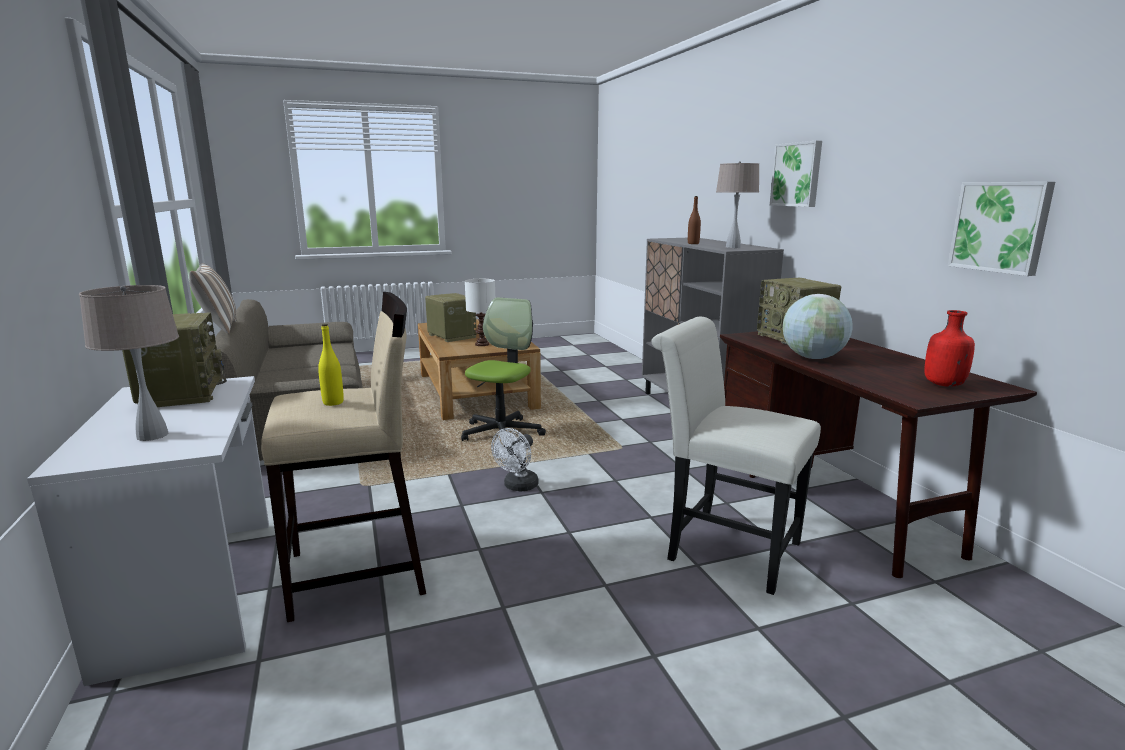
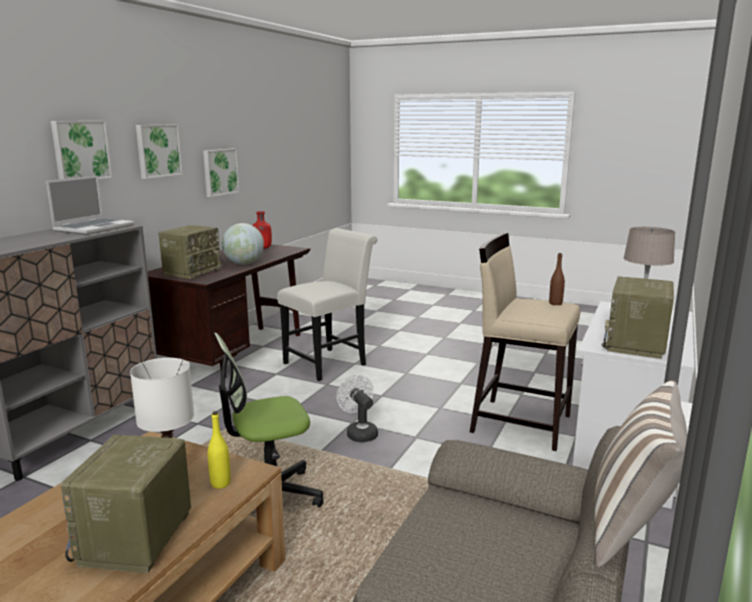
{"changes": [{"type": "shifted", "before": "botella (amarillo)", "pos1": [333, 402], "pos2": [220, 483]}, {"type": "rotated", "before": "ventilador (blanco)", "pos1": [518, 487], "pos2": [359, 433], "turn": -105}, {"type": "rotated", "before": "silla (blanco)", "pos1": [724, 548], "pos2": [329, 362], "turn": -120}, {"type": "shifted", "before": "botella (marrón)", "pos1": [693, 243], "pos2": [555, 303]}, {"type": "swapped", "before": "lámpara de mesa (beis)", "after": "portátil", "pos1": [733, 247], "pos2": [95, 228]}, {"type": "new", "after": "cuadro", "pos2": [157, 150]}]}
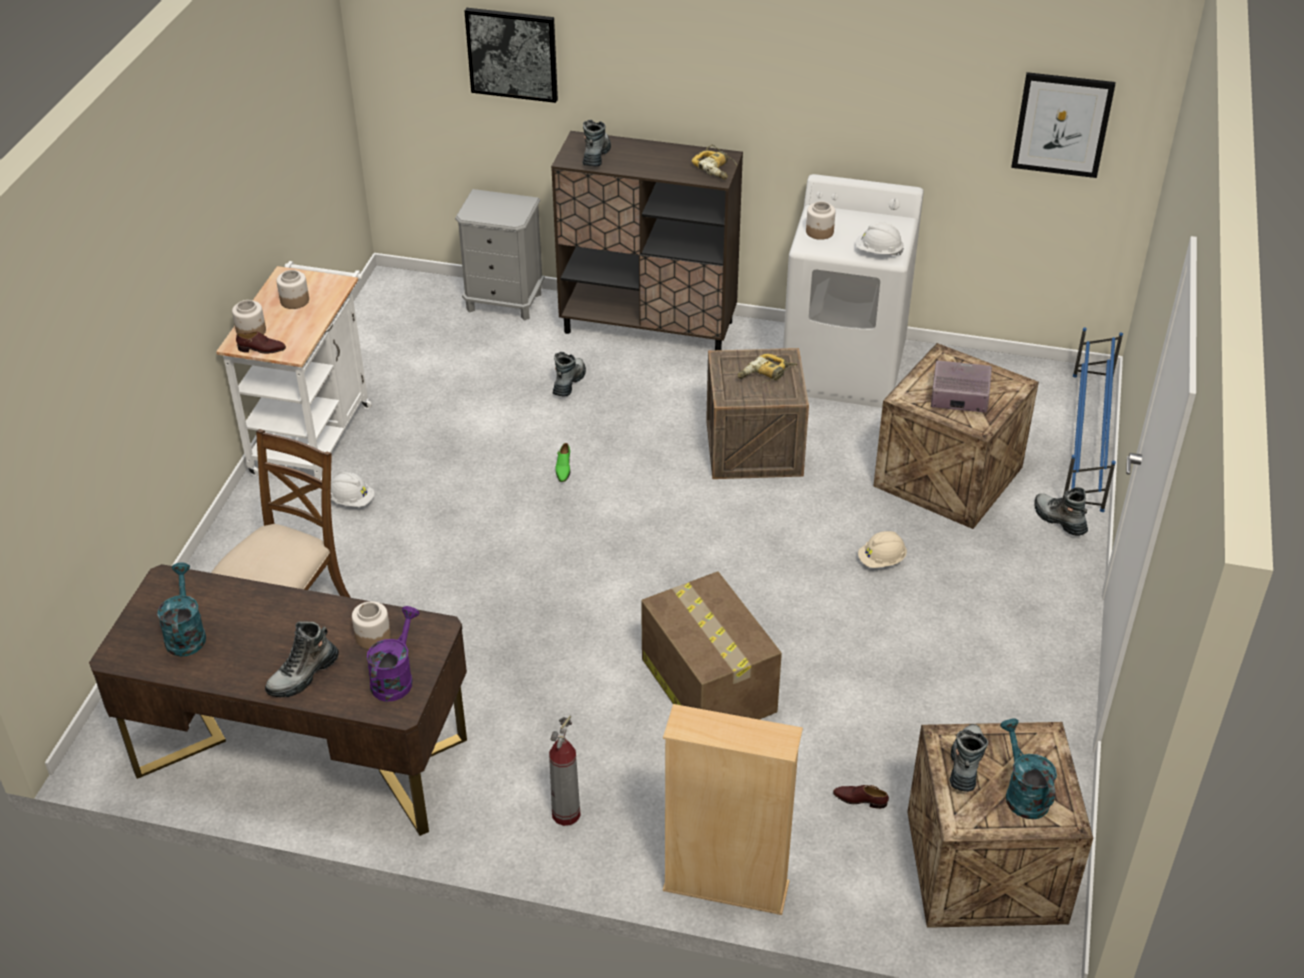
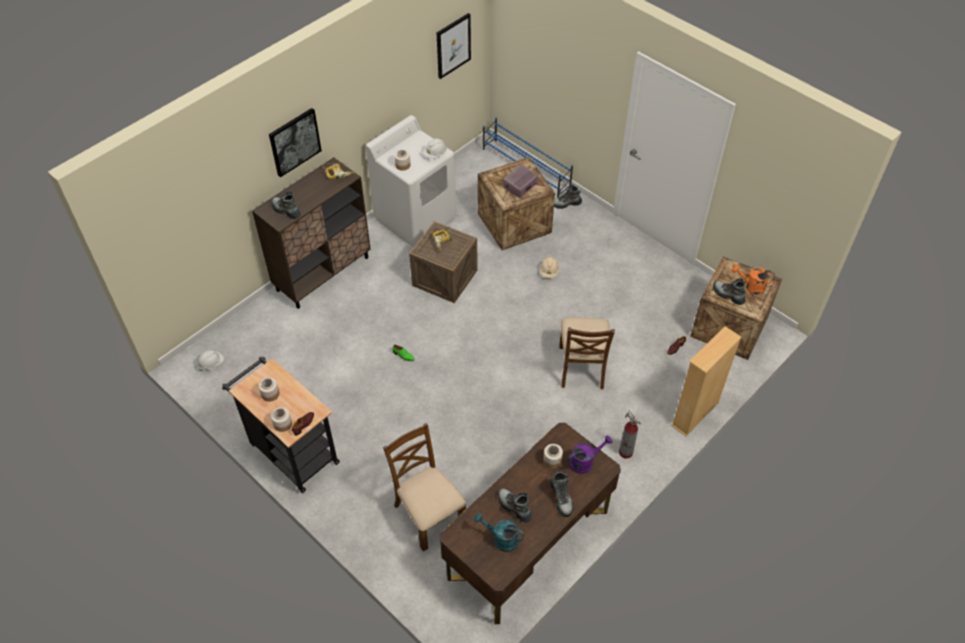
{"changes": [{"type": "repainted", "before": "carrito (blanco)", "after": "carrito (negro)", "pos1": [314, 433], "pos2": [290, 451]}, {"type": "shifted", "before": "casco (blanco)", "pos1": [351, 500], "pos2": [211, 364]}, {"type": "rotated", "before": "regadera (morado)", "pos1": [395, 678], "pos2": [585, 462], "turn": 105}, {"type": "gone", "before": "mesita de noche (gris)", "pos1": [504, 301]}, {"type": "shifted", "before": "cuadro", "pos1": [512, 54], "pos2": [294, 141]}, {"type": "shifted", "before": "bota", "pos1": [569, 382], "pos2": [514, 507]}, {"type": "swapped", "before": "caja de cartón", "after": "silla (marrón)", "pos1": [707, 684], "pos2": [582, 367]}, {"type": "repainted", "before": "regadera (turquesa)", "after": "regadera (naranja)", "pos1": [1022, 793], "pos2": [751, 286]}]}
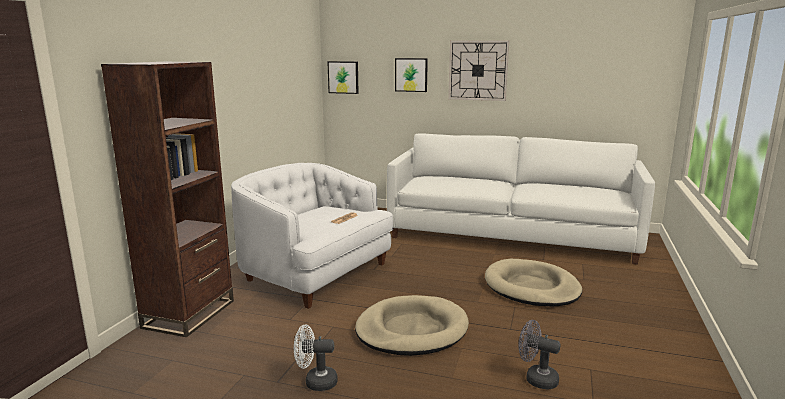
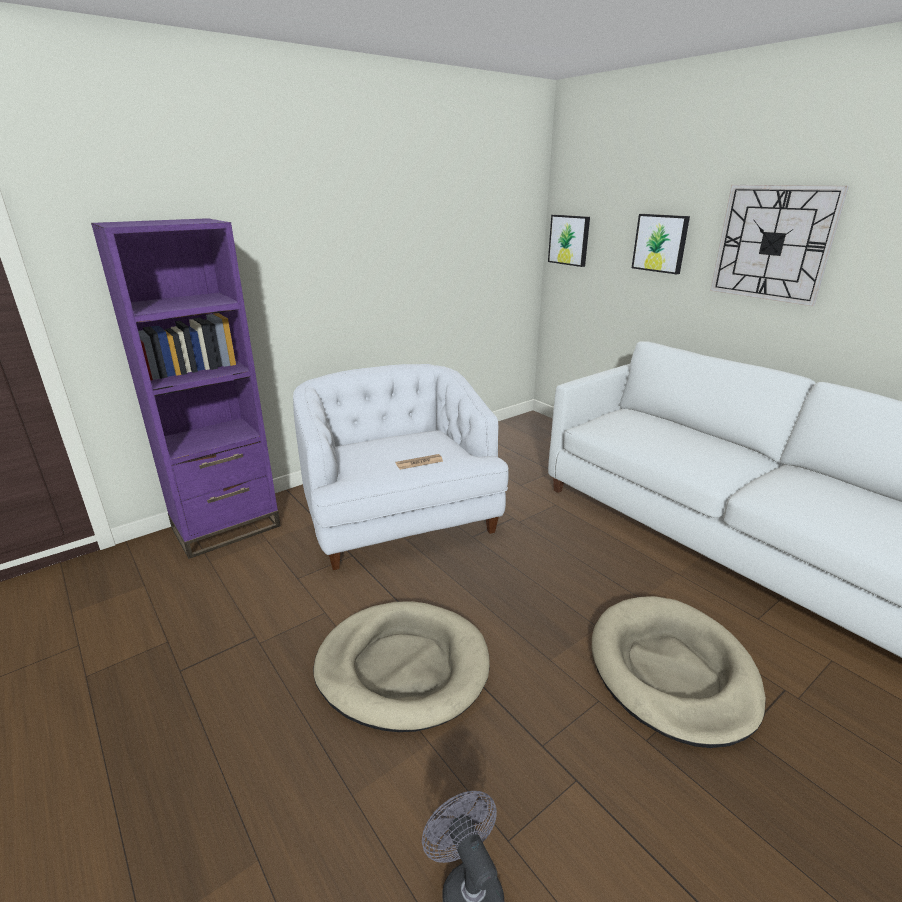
{"changes": [{"type": "repainted", "before": "estantería (marrón)", "after": "estantería (morado)", "pos1": [189, 314], "pos2": [226, 527]}, {"type": "gone", "before": "ventilador (blanco)", "pos1": [315, 382]}]}
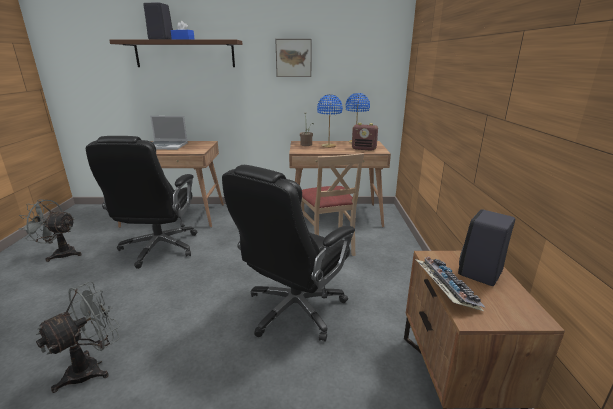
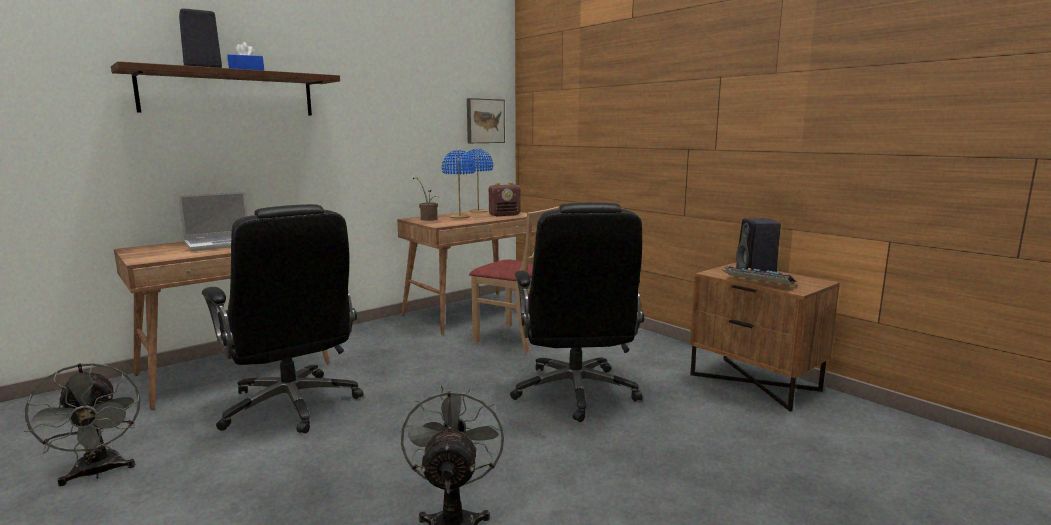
{"changes": [{"type": "rotated", "before": "ventilador (gris)", "pos1": [60, 254], "pos2": [98, 473], "turn": -90}, {"type": "shifted", "before": "cuadro", "pos1": [293, 58], "pos2": [484, 121]}]}
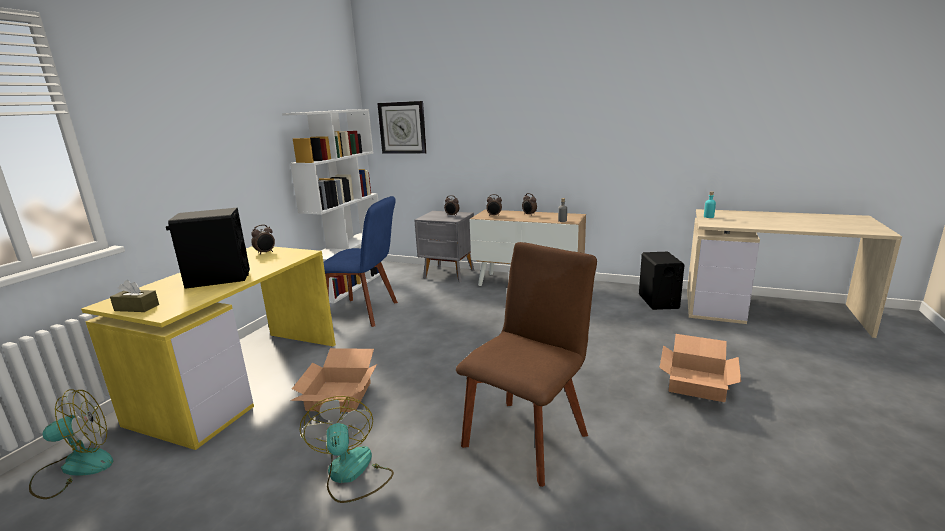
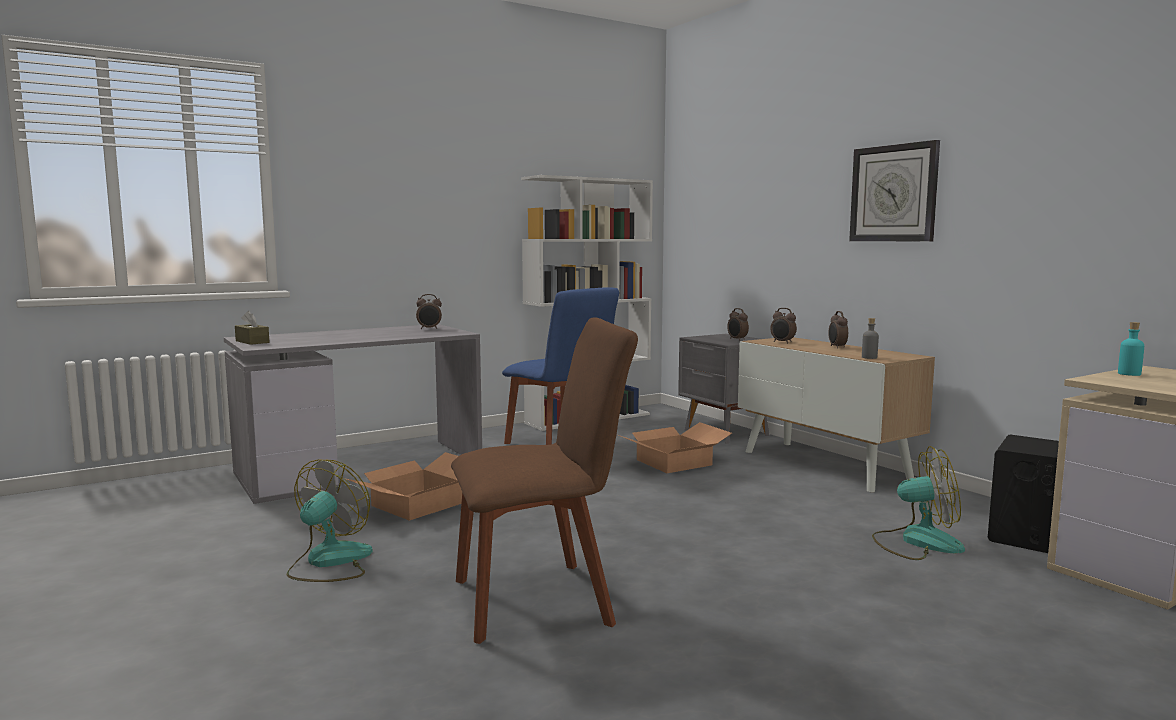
{"changes": [{"type": "shifted", "before": "ventilador", "pos1": [74, 468], "pos2": [917, 542]}, {"type": "repainted", "before": "escritorio (amarillo)", "after": "escritorio (gris)", "pos1": [242, 380], "pos2": [361, 468]}, {"type": "gone", "before": "altavoz (negro)", "pos1": [218, 279]}, {"type": "shifted", "before": "reloj de pared", "pos1": [402, 128], "pos2": [894, 193]}, {"type": "shifted", "before": "caja de cartón", "pos1": [695, 382], "pos2": [674, 462]}]}
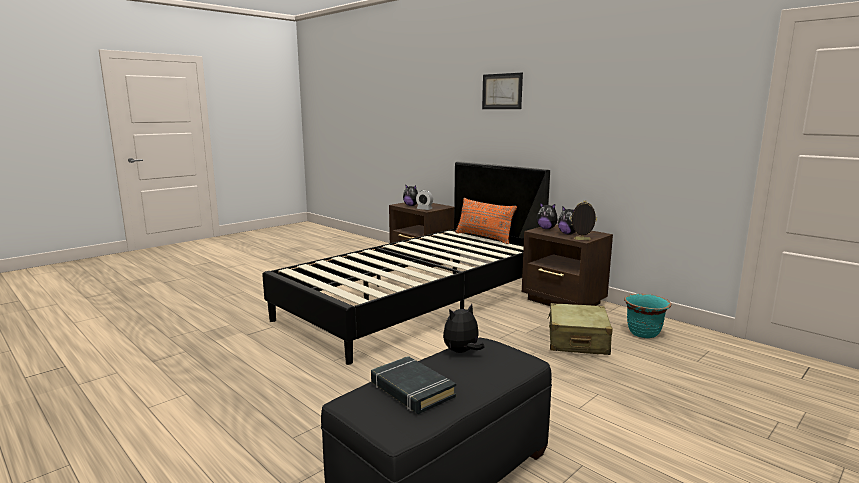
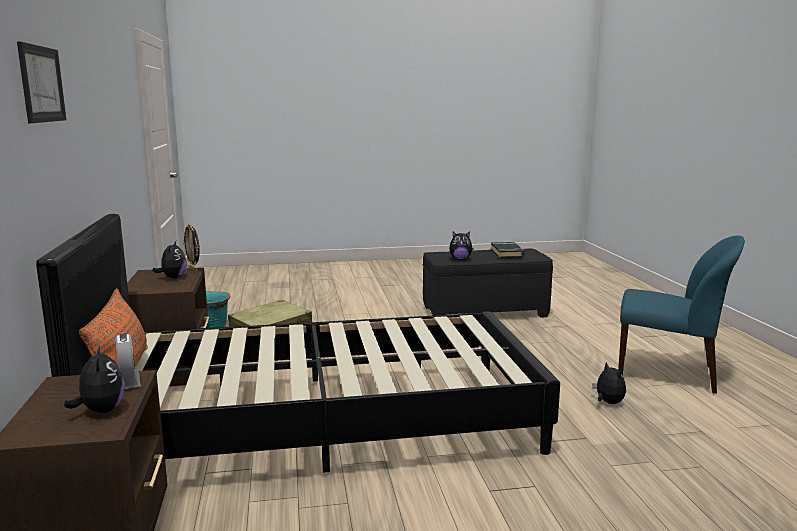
{"changes": [{"type": "shifted", "before": "peluche", "pos1": [546, 229], "pos2": [608, 402]}, {"type": "new", "after": "silla (azul)", "pos2": [668, 373]}]}
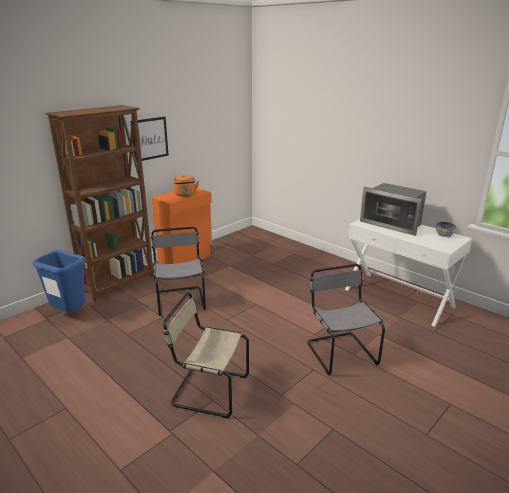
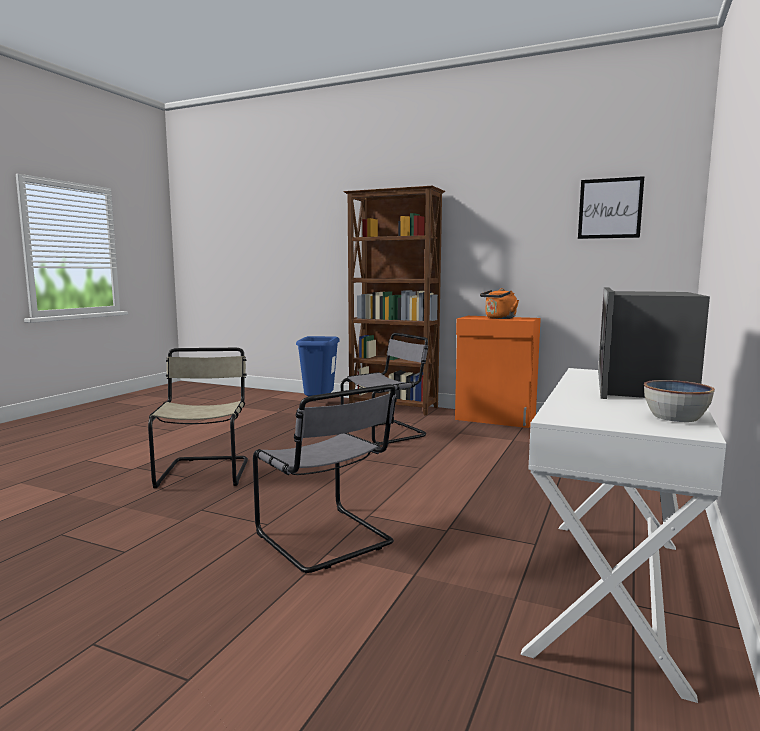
{"changes": [{"type": "shifted", "before": "cuadro", "pos1": [150, 138], "pos2": [610, 208]}, {"type": "rotated", "before": "silla (gris)", "pos1": [340, 352], "pos2": [327, 540], "turn": 90}]}
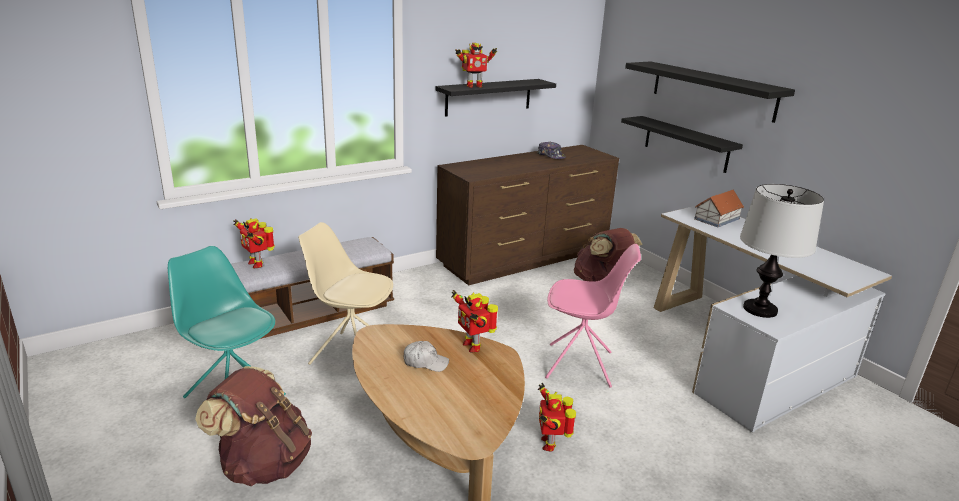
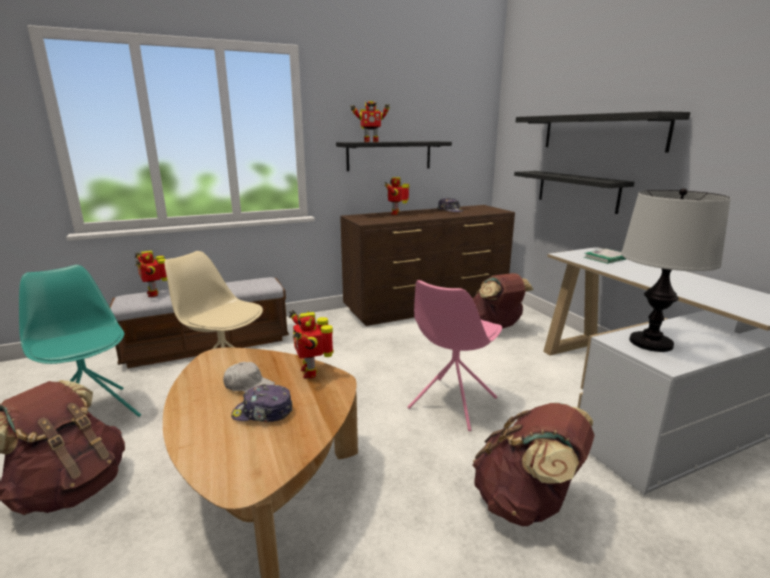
{"changes": [{"type": "shifted", "before": "robot de juguete", "pos1": [550, 443], "pos2": [396, 213]}, {"type": "rotated", "before": "silla (rosa)", "pos1": [581, 365], "pos2": [451, 404], "turn": 105}, {"type": "swapped", "before": "casita", "after": "libro", "pos1": [716, 219], "pos2": [606, 258]}, {"type": "new", "after": "gorra", "pos2": [263, 413]}, {"type": "new", "after": "mochila (marrón)", "pos2": [526, 503]}]}
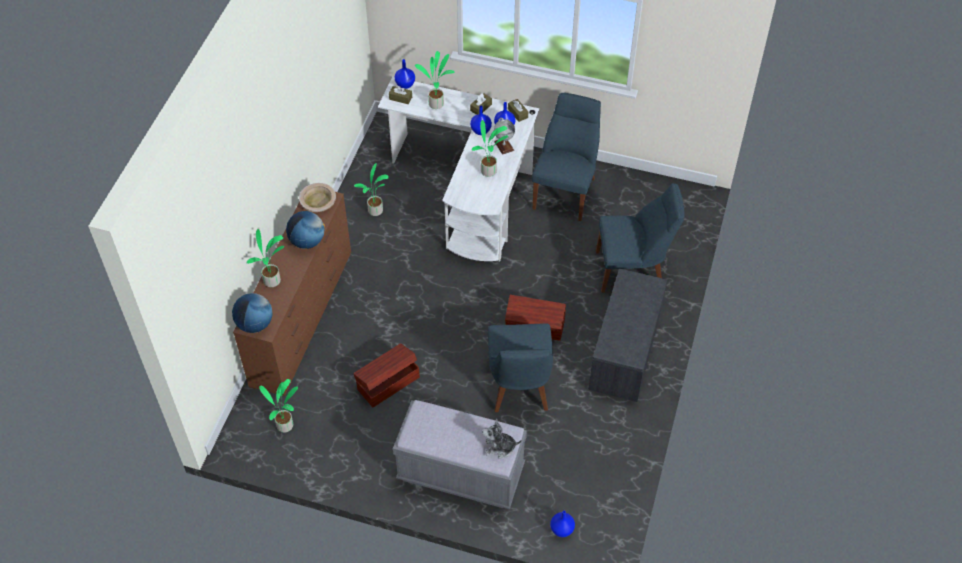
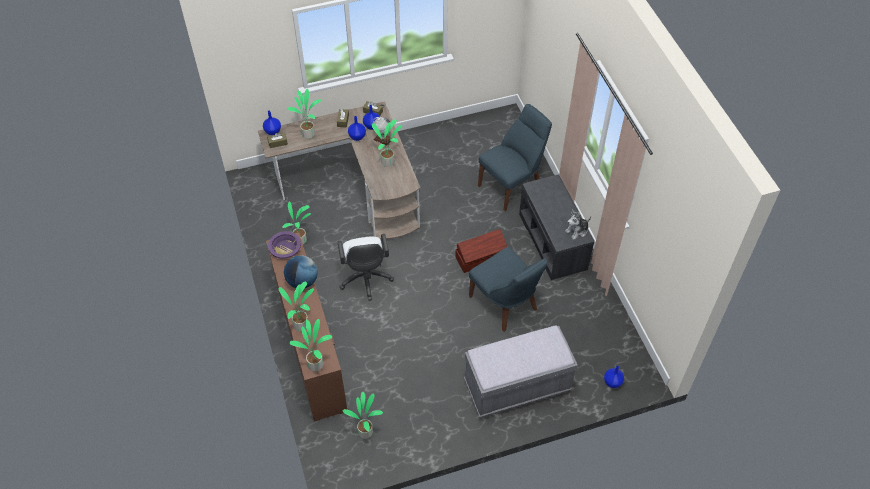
{"changes": [{"type": "swapped", "before": "globo terráqueo", "after": "planta en maceta", "pos1": [255, 324], "pos2": [316, 364]}, {"type": "repainted", "before": "cuenco (beis)", "after": "cuenco (morado)", "pos1": [318, 202], "pos2": [285, 248]}, {"type": "gone", "before": "caja de almacenaje (marrón)", "pos1": [387, 383]}, {"type": "repainted", "before": "escritorio (blanco)", "after": "escritorio (marrón)", "pos1": [471, 189], "pos2": [357, 189]}, {"type": "shifted", "before": "peluche", "pos1": [500, 447], "pos2": [577, 231]}, {"type": "gone", "before": "silla (azul)", "pos1": [565, 191]}, {"type": "new", "after": "silla de oficina (blanco)", "pos2": [366, 280]}]}
